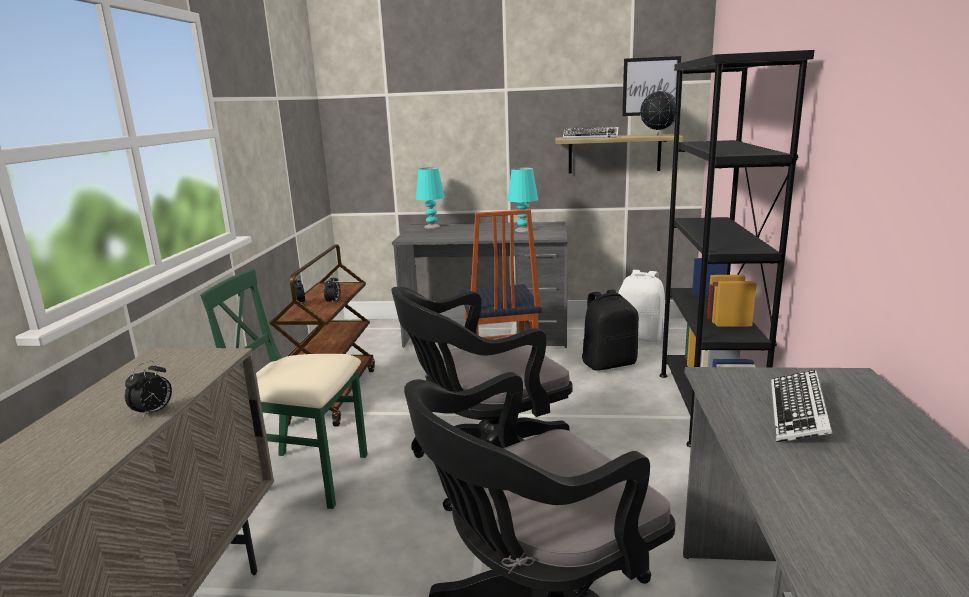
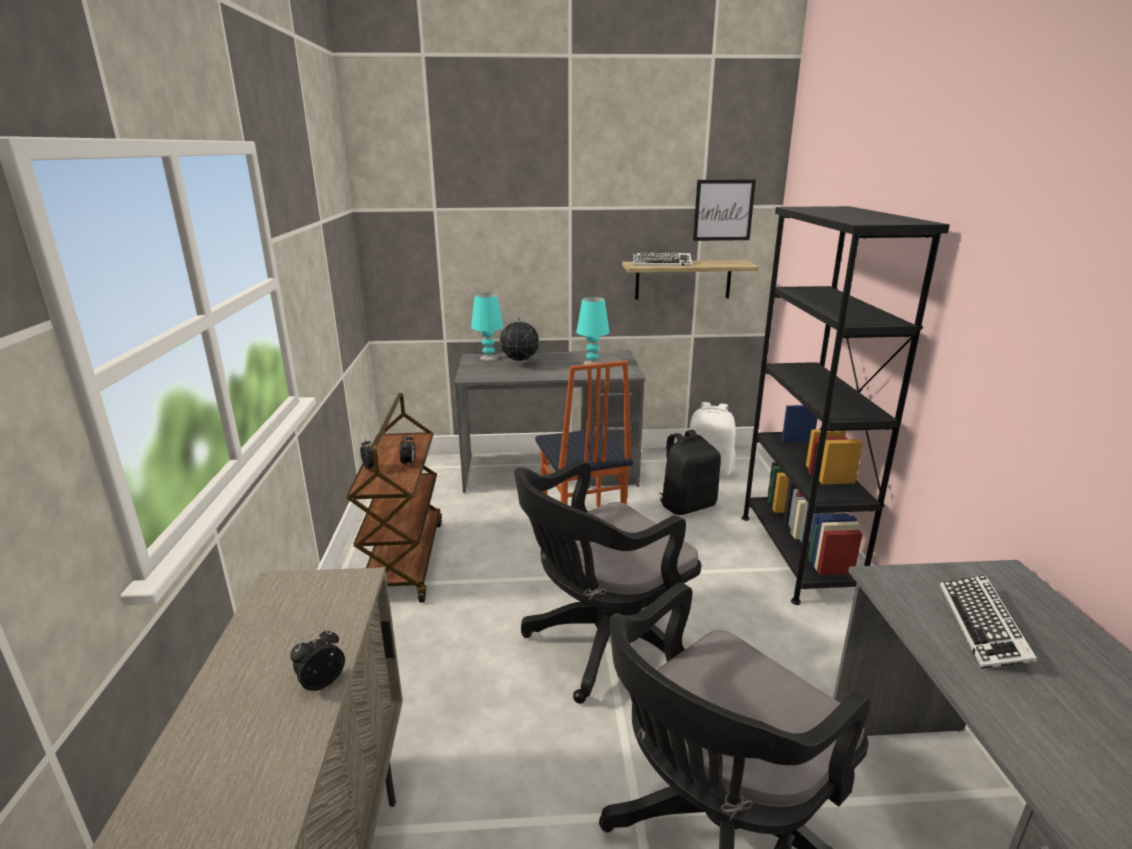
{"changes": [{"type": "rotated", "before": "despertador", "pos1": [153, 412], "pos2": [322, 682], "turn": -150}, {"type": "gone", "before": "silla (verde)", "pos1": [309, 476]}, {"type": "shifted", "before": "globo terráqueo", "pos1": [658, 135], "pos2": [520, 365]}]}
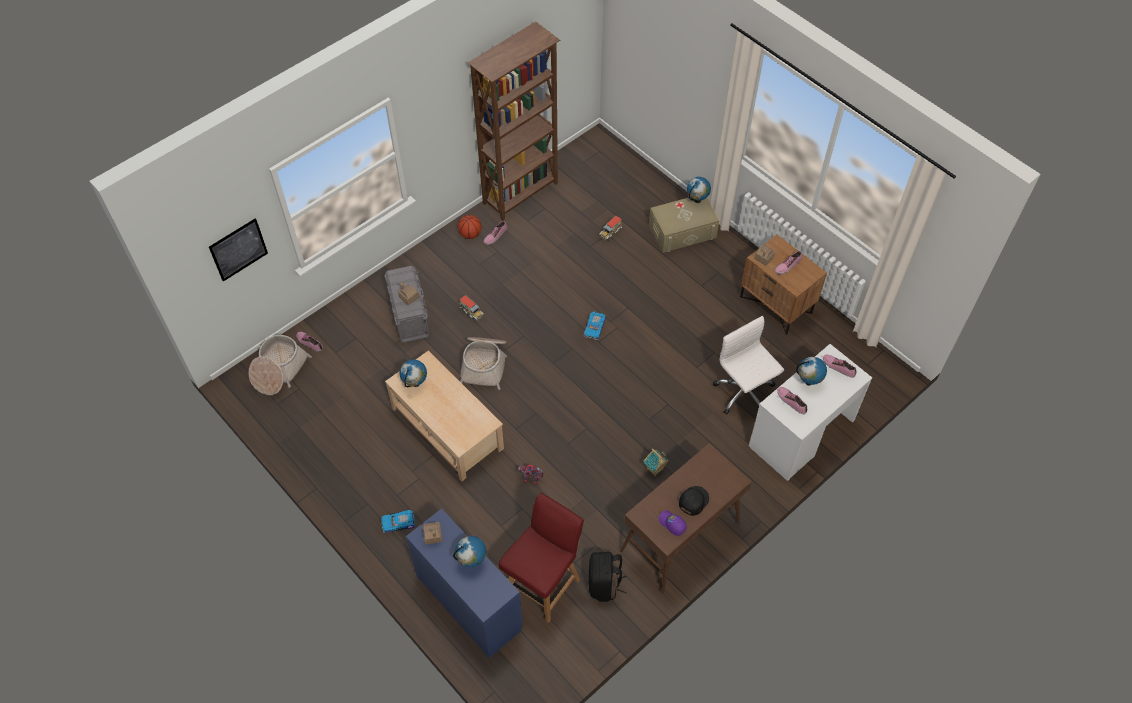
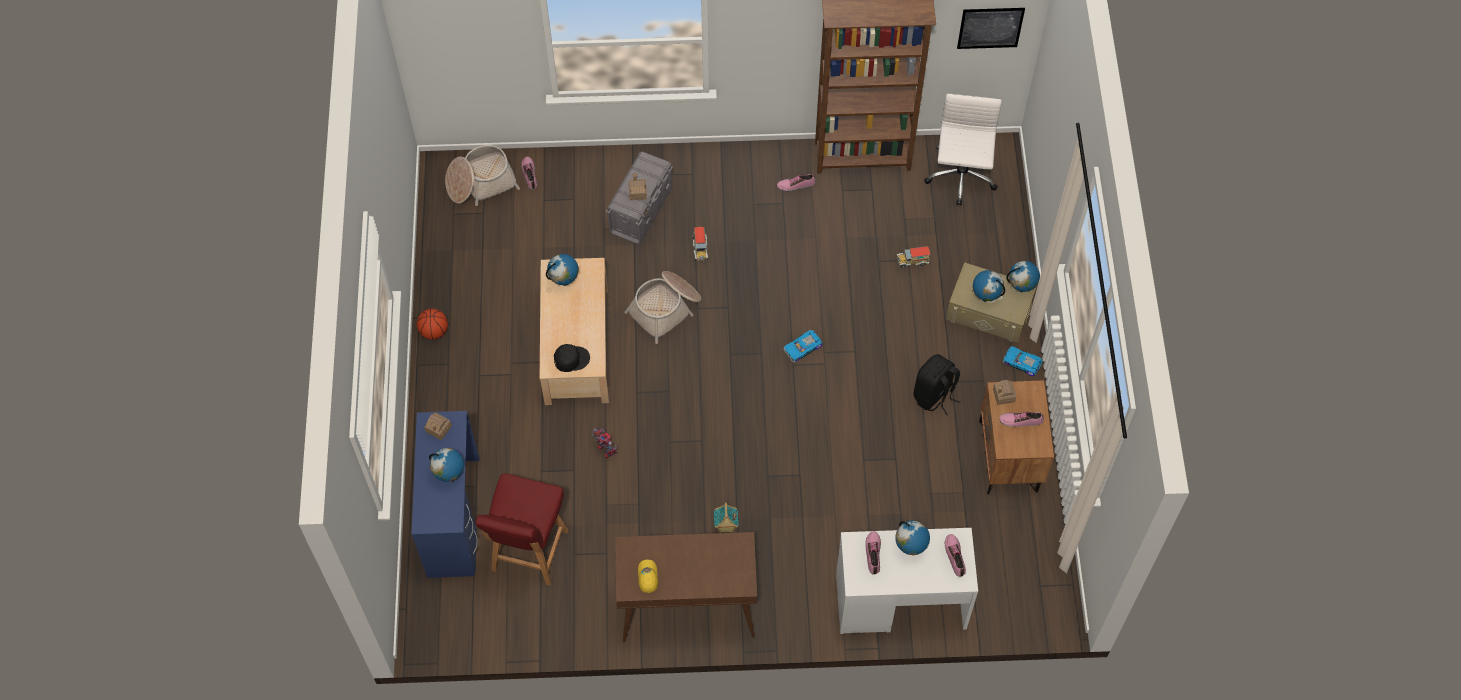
{"changes": [{"type": "shifted", "before": "cuadro", "pos1": [238, 249], "pos2": [990, 27]}, {"type": "shifted", "before": "coche de juguete", "pos1": [398, 523], "pos2": [1021, 363]}, {"type": "shifted", "before": "balón de baloncesto", "pos1": [470, 234], "pos2": [434, 331]}, {"type": "rotated", "before": "silla (rojo)", "pos1": [543, 585], "pos2": [529, 552], "turn": 120}, {"type": "shifted", "before": "mochila (negro)", "pos1": [604, 585], "pos2": [934, 395]}, {"type": "repainted", "before": "gorra (morado)", "after": "gorra (amarillo)", "pos1": [672, 524], "pos2": [648, 577]}, {"type": "shifted", "before": "gorra (negro)", "pos1": [693, 500], "pos2": [571, 358]}, {"type": "shifted", "before": "silla de oficina (blanco)", "pos1": [744, 393], "pos2": [960, 178]}, {"type": "new", "after": "globo terráqueo", "pos2": [985, 297]}]}
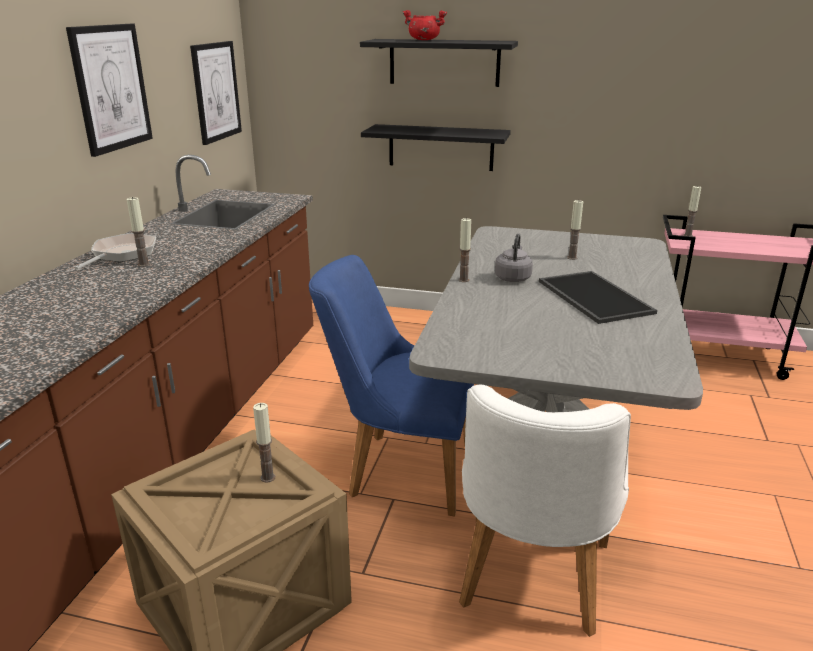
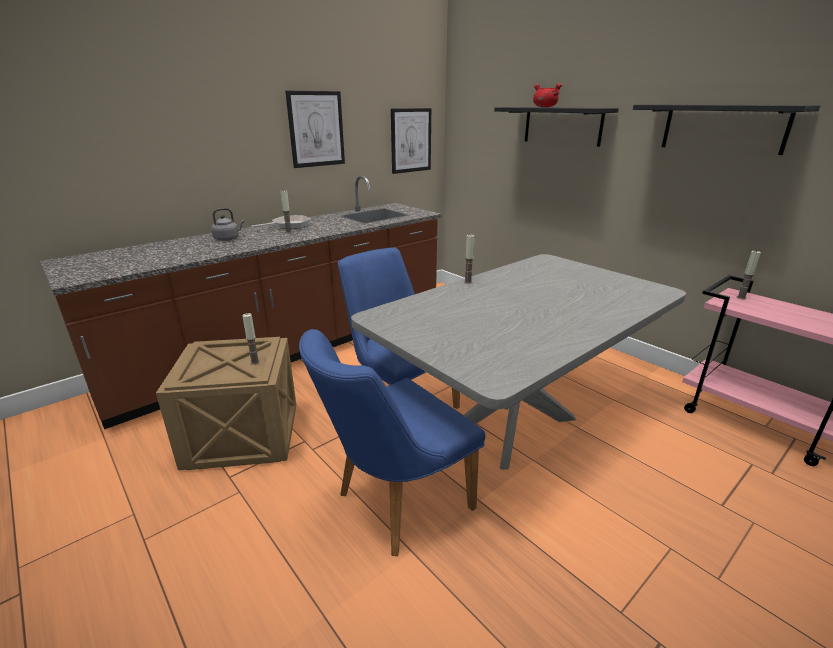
{"changes": [{"type": "shifted", "before": "estante (negro)", "pos1": [440, 147], "pos2": [723, 128]}, {"type": "repainted", "before": "silla (blanco)", "after": "silla (azul)", "pos1": [530, 584], "pos2": [394, 505]}, {"type": "shifted", "before": "hervidor (gris)", "pos1": [513, 277], "pos2": [228, 239]}, {"type": "gone", "before": "bandeja", "pos1": [592, 296]}, {"type": "gone", "before": "vela", "pos1": [572, 258]}]}
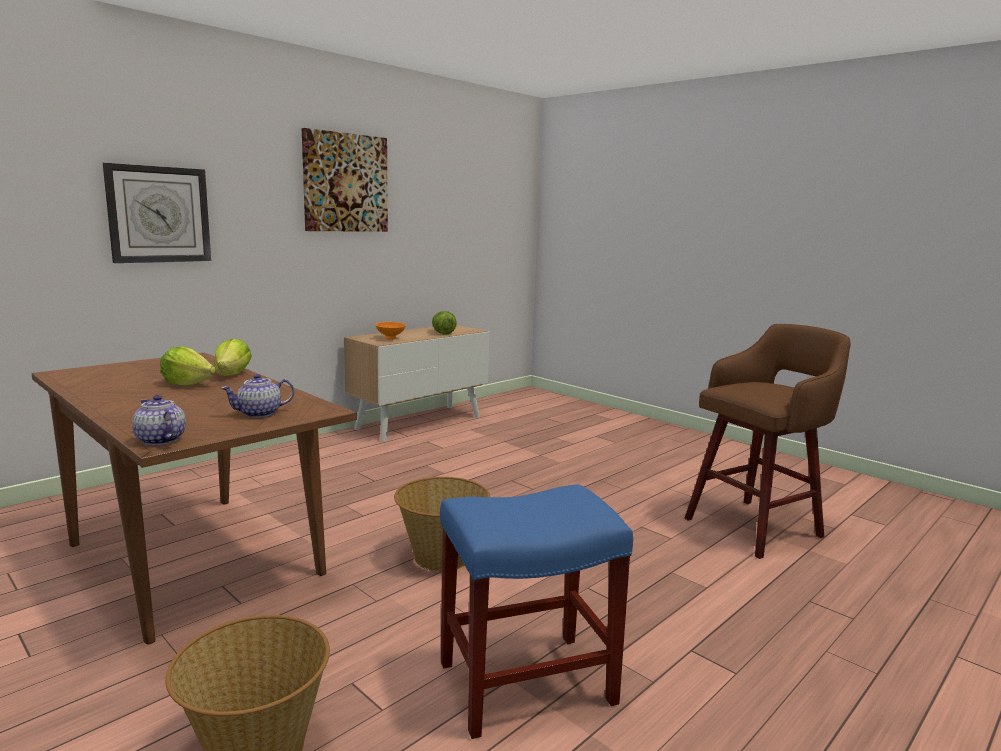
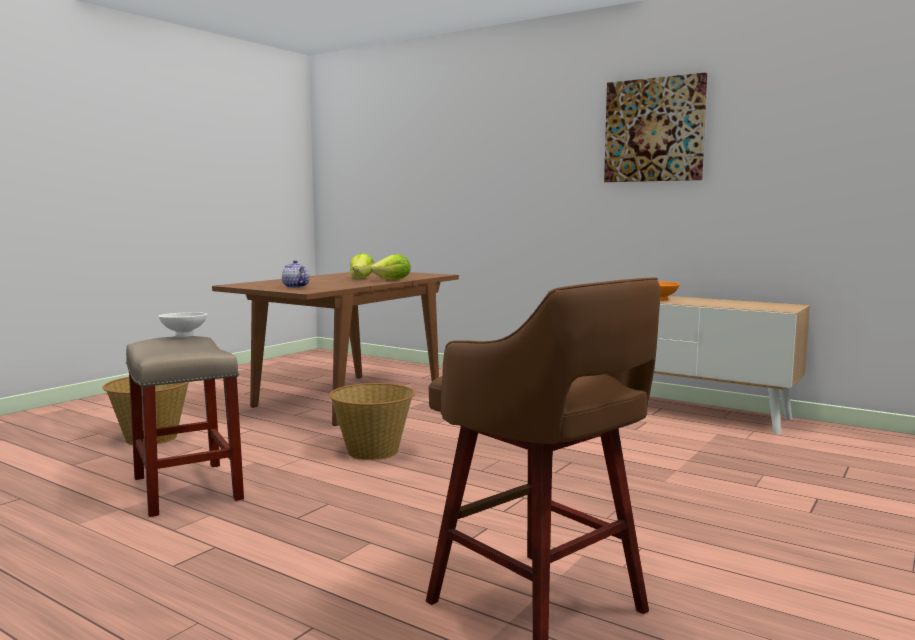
{"changes": [{"type": "gone", "before": "reloj de pared", "pos1": [159, 214]}, {"type": "gone", "before": "tetera", "pos1": [159, 440]}, {"type": "gone", "before": "lechuga", "pos1": [442, 333]}, {"type": "repainted", "before": "taburete (azul)", "after": "taburete (beis)", "pos1": [524, 683], "pos2": [186, 487]}, {"type": "new", "after": "cuenco (blanco)", "pos2": [182, 336]}]}
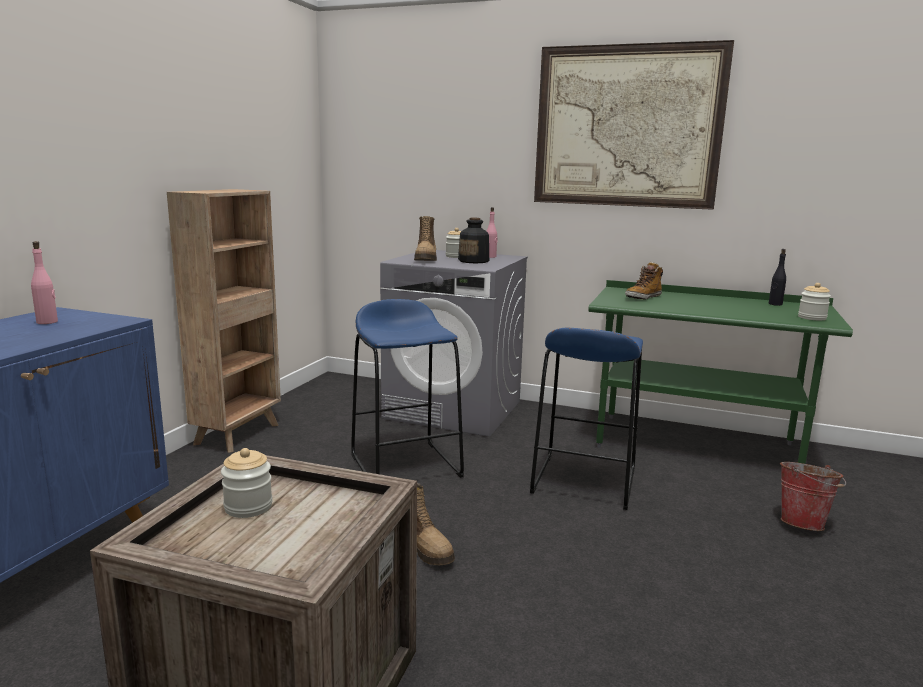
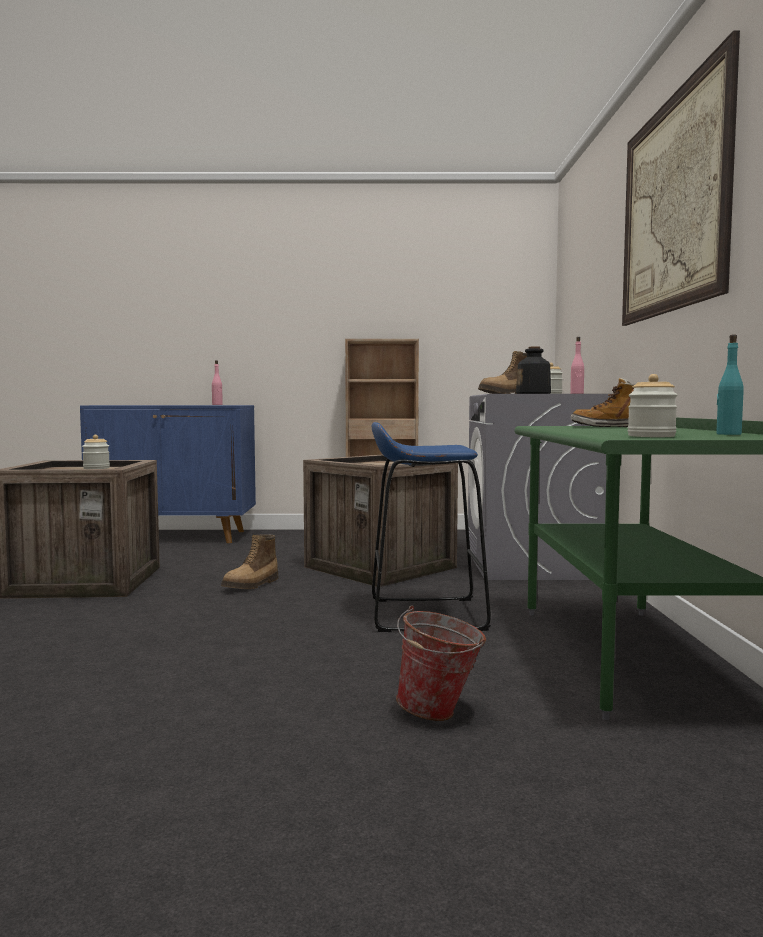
{"changes": [{"type": "swapped", "before": "taburete (azul)", "after": "caja de embalaje", "pos1": [406, 465], "pos2": [383, 567]}, {"type": "repainted", "before": "botella (negro)", "after": "botella (turquesa)", "pos1": [775, 304], "pos2": [728, 434]}]}
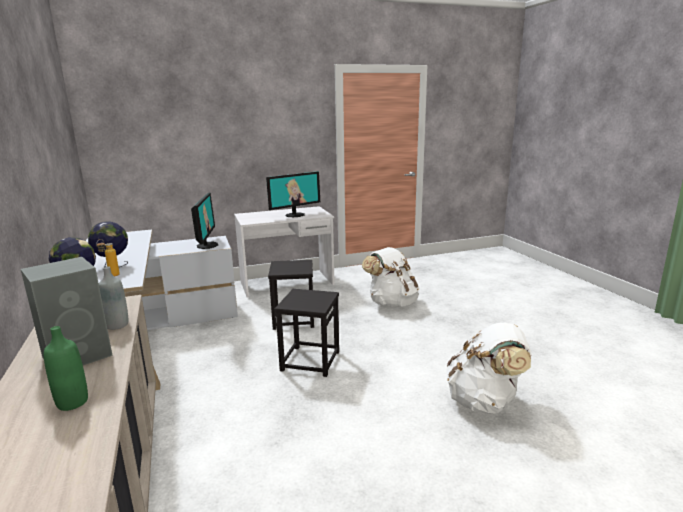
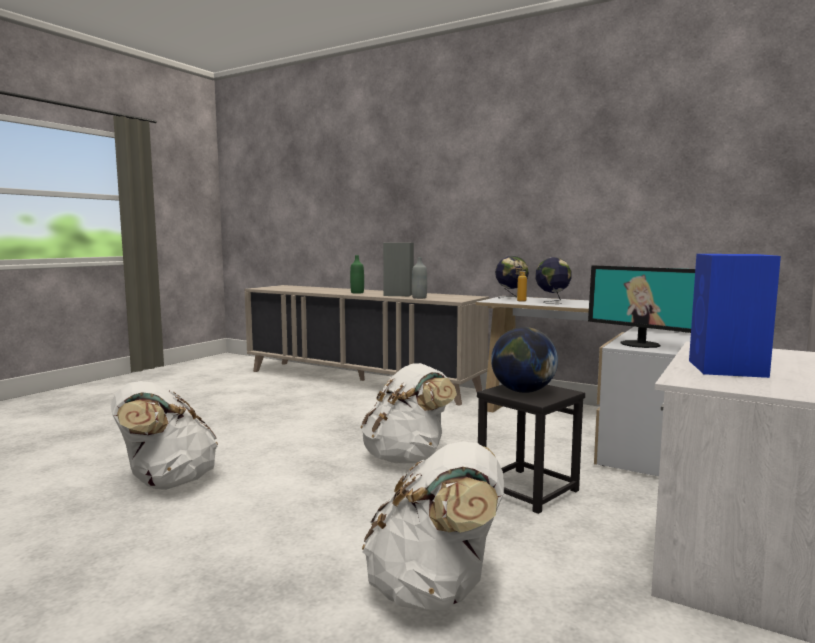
{"changes": [{"type": "swapped", "before": "monitor", "after": "altavoz (azul)", "pos1": [295, 215], "pos2": [727, 369]}, {"type": "swapped", "before": "taburete (negro)", "after": "mochila (blanco)", "pos1": [310, 361], "pos2": [407, 458]}, {"type": "new", "after": "globo terráqueo", "pos2": [523, 391]}]}
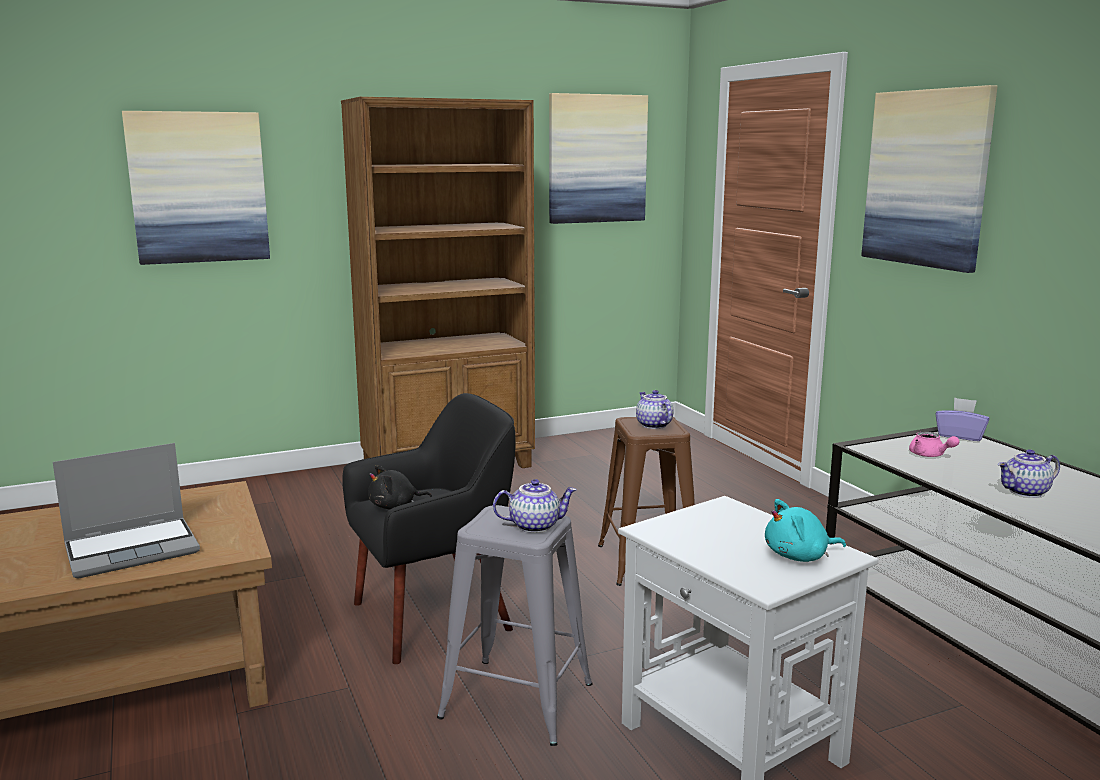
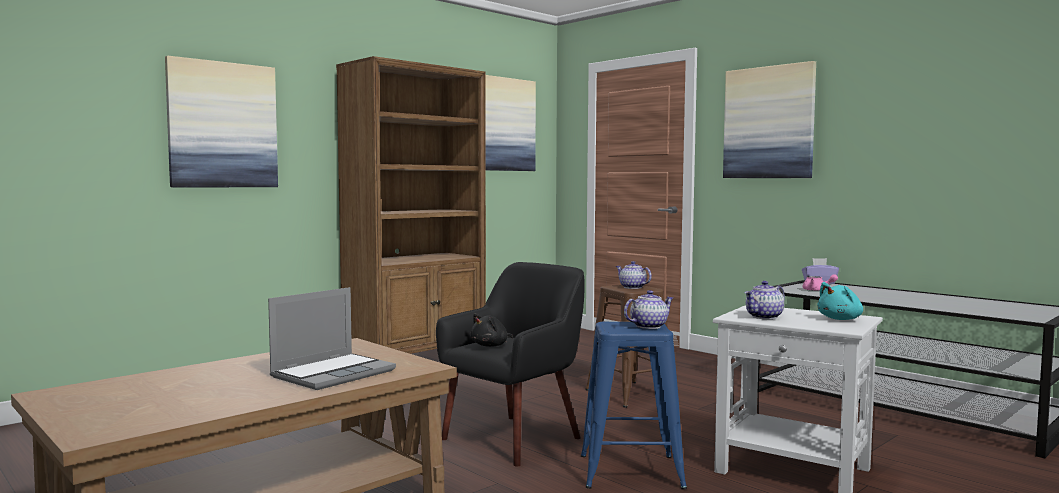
{"changes": [{"type": "repainted", "before": "taburete (gris)", "after": "taburete (azul)", "pos1": [516, 700], "pos2": [630, 472]}, {"type": "shifted", "before": "tetera", "pos1": [1025, 492], "pos2": [764, 317]}]}
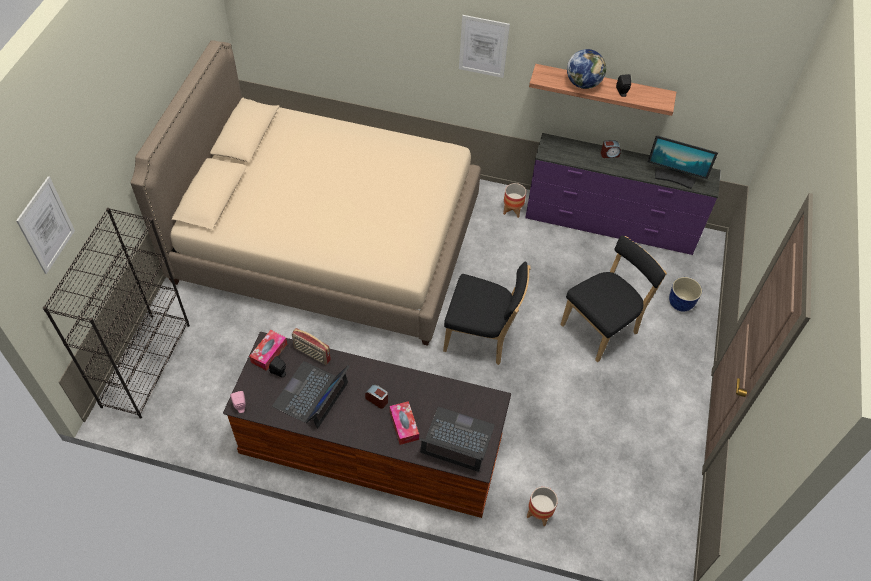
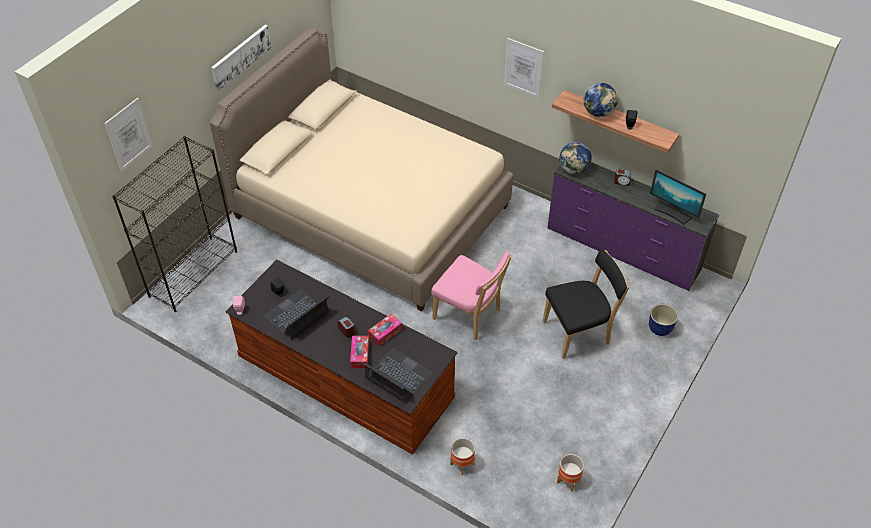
{"changes": [{"type": "shifted", "before": "caja de pañuelos", "pos1": [269, 353], "pos2": [385, 333]}, {"type": "gone", "before": "radio", "pos1": [312, 354]}, {"type": "repainted", "before": "silla (negro)", "after": "silla (rosa)", "pos1": [481, 337], "pos2": [469, 316]}, {"type": "shifted", "before": "maceta", "pos1": [512, 210], "pos2": [568, 480]}, {"type": "new", "after": "cuadro", "pos2": [240, 56]}, {"type": "new", "after": "globo terráqueo", "pos2": [574, 169]}]}
